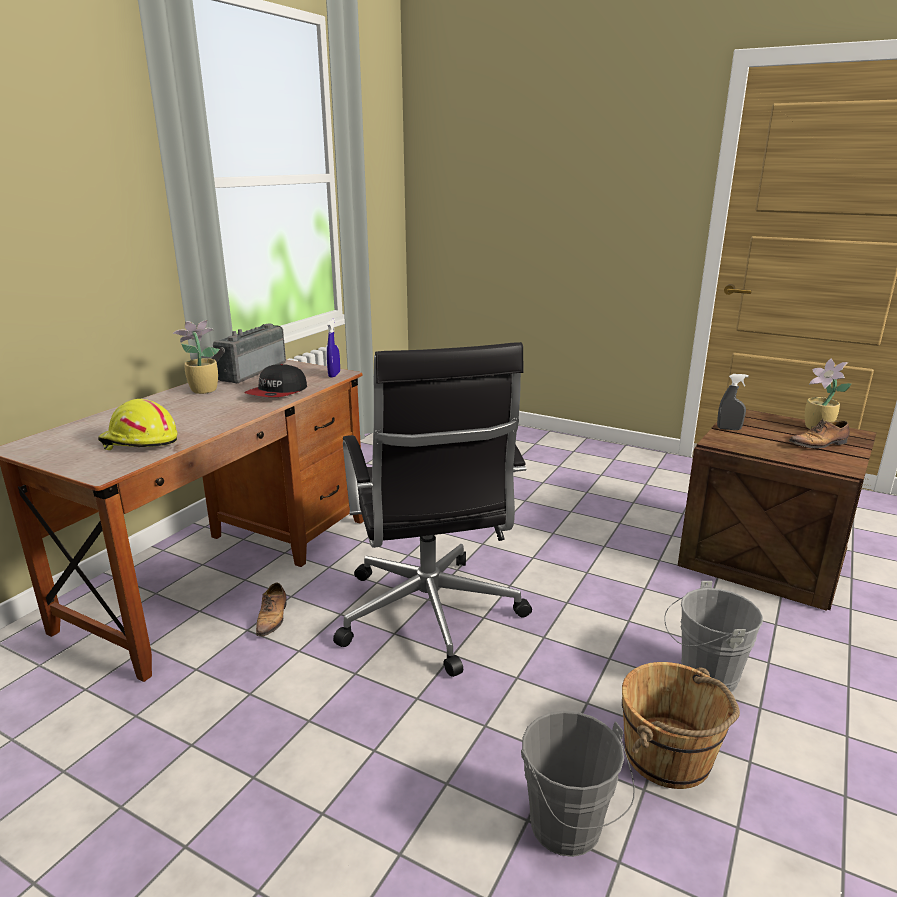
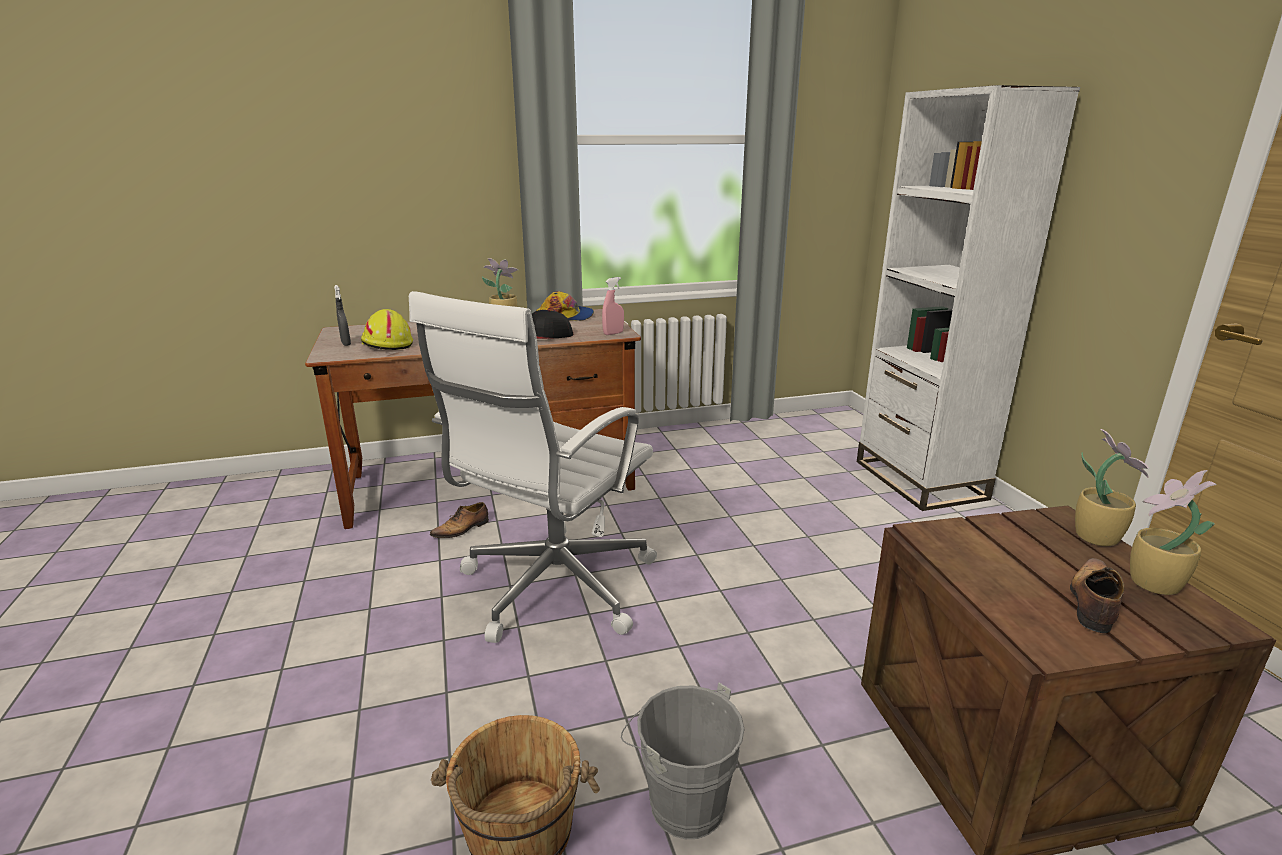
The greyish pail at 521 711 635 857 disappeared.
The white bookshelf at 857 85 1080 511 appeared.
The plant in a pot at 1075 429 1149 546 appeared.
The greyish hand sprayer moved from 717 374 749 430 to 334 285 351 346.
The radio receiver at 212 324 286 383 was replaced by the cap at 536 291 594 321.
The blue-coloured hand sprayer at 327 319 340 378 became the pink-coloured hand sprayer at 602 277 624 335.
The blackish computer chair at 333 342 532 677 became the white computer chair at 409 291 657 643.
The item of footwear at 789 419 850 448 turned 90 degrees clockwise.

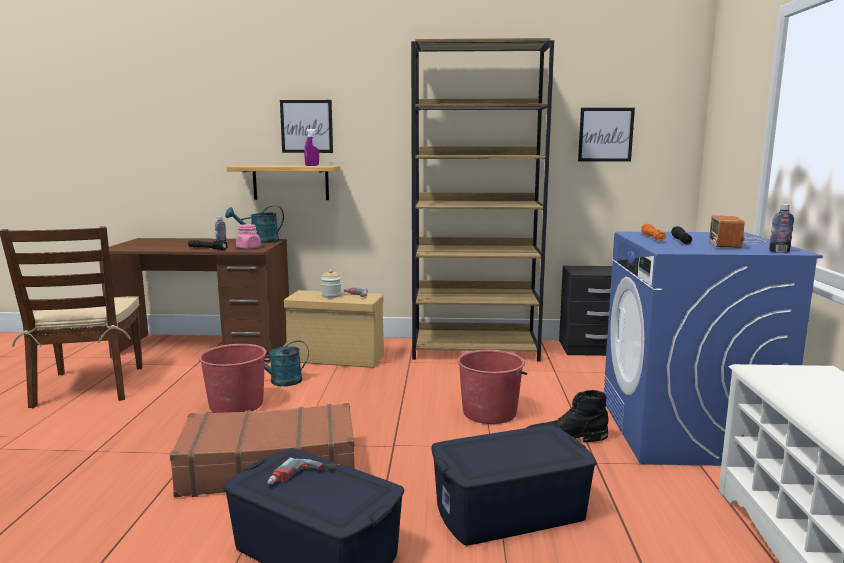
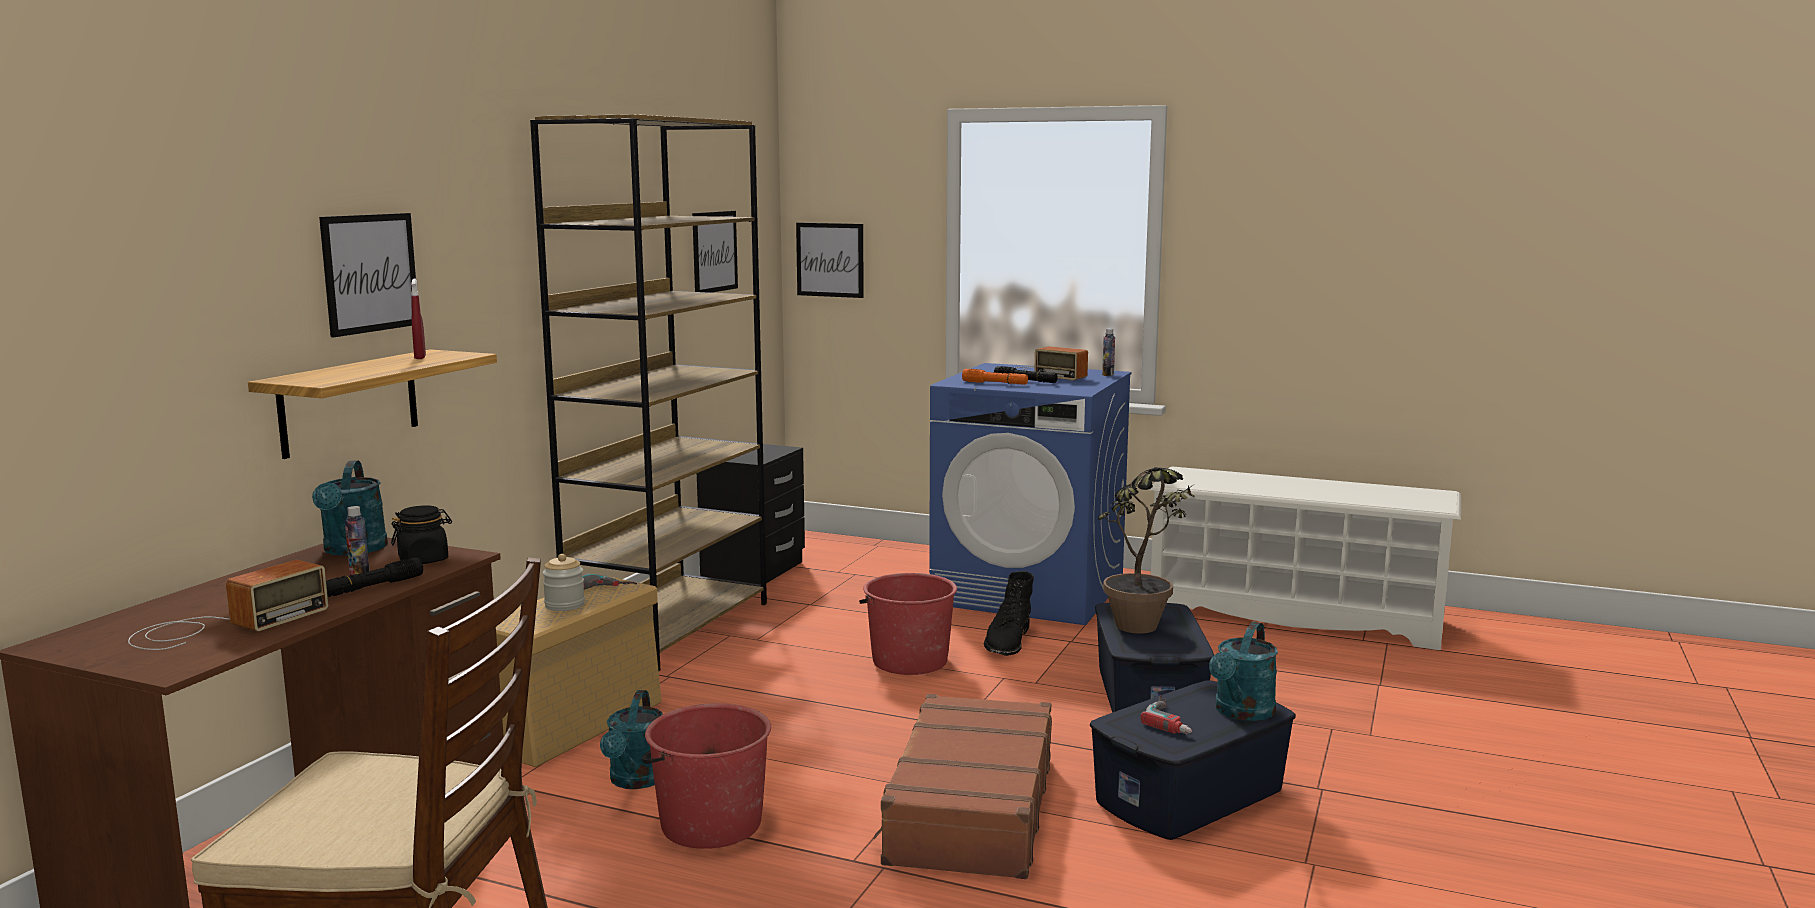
The radio receiver at 128 560 328 650 appeared.
The picture at 796 223 864 298 appeared.
The plant in a pot at 1098 467 1194 634 appeared.
The blue-green sprinkling can at 1209 622 1278 721 appeared.
The pink-coloured jar at 236 224 261 249 became the blackish jar at 391 505 452 564.
The purple-coloured hand sprayer at 304 129 319 166 became the reddish hand sprayer at 411 278 426 359.

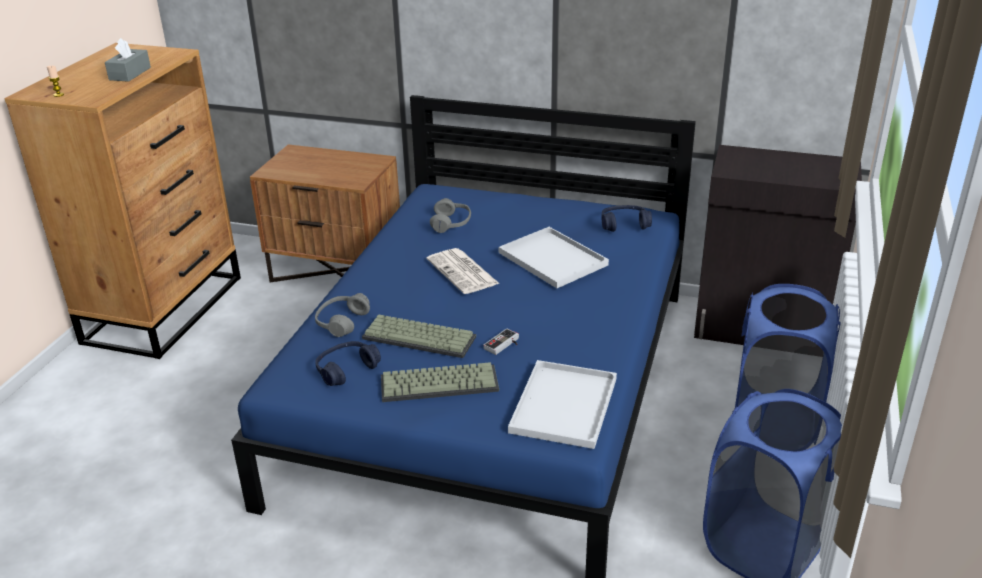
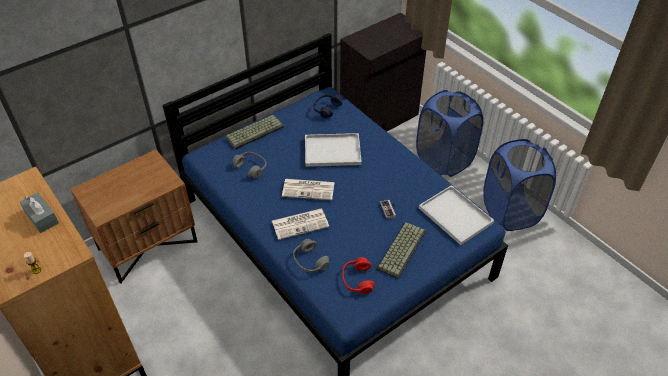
The printed paper at 272 209 329 240 appeared.
The keyboard moved from 362 315 476 358 to 225 115 284 149.
The blue-coloured headset at 315 341 381 386 became the reddish headset at 342 257 375 294.

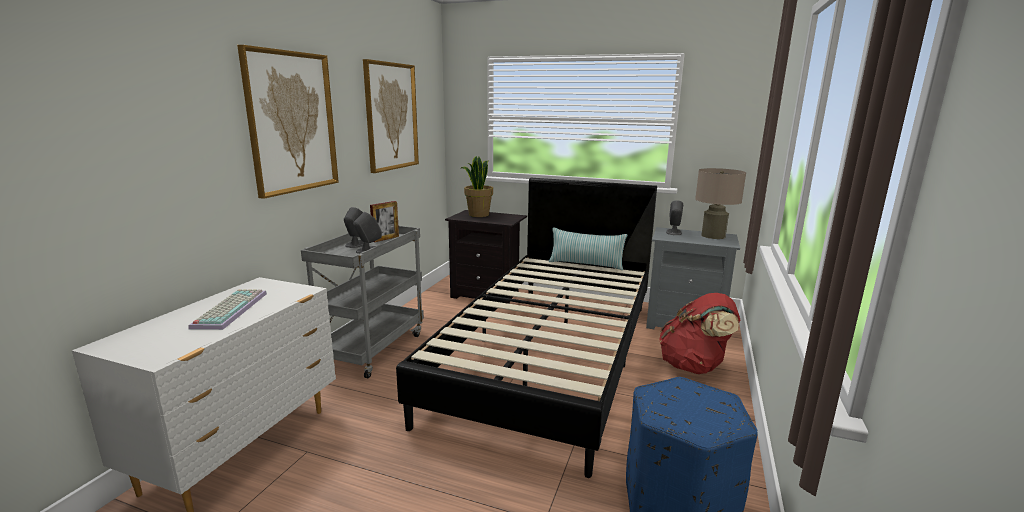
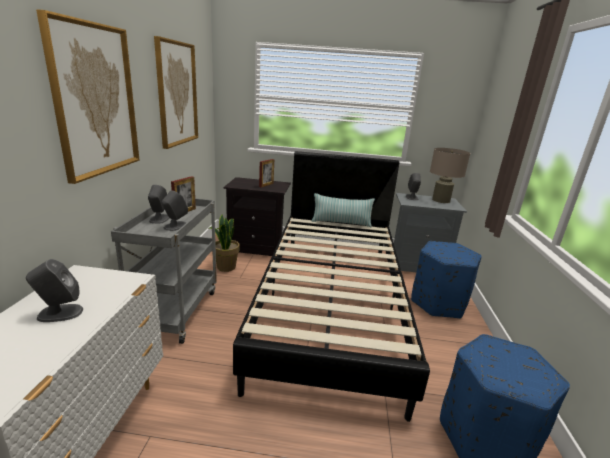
The standing frame at 259 159 274 188 appeared.
The plant in a pot moved from 460 156 493 217 to 208 214 240 272.
The keyboard at 188 289 267 330 was replaced by the greyish audio speaker at 26 259 83 322.
The reddish rucksack at 660 293 740 374 was replaced by the blue-coloured pouffe at 411 241 481 319.

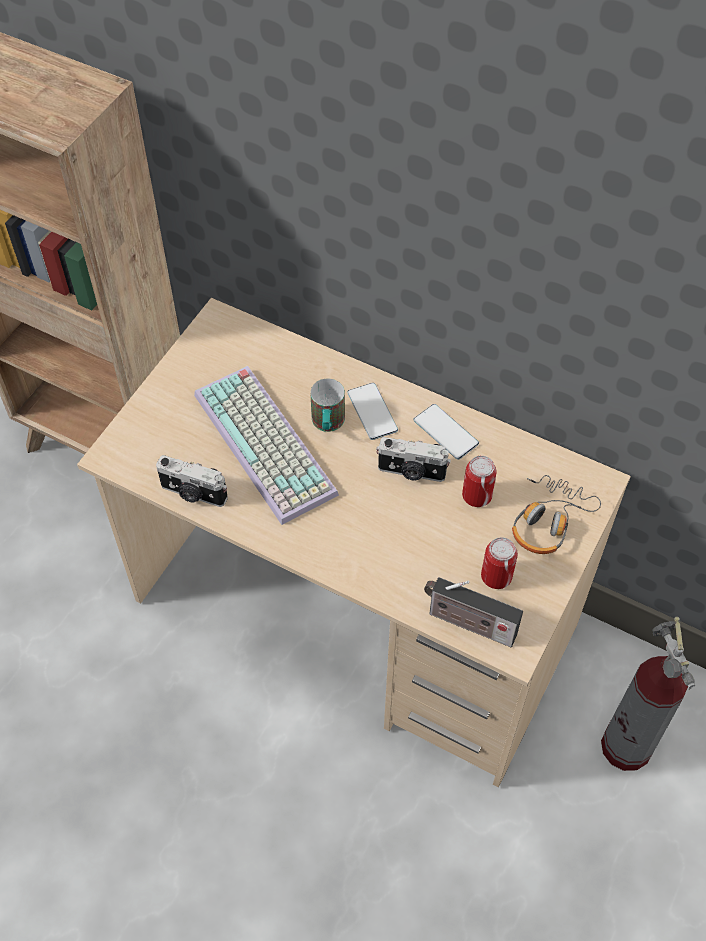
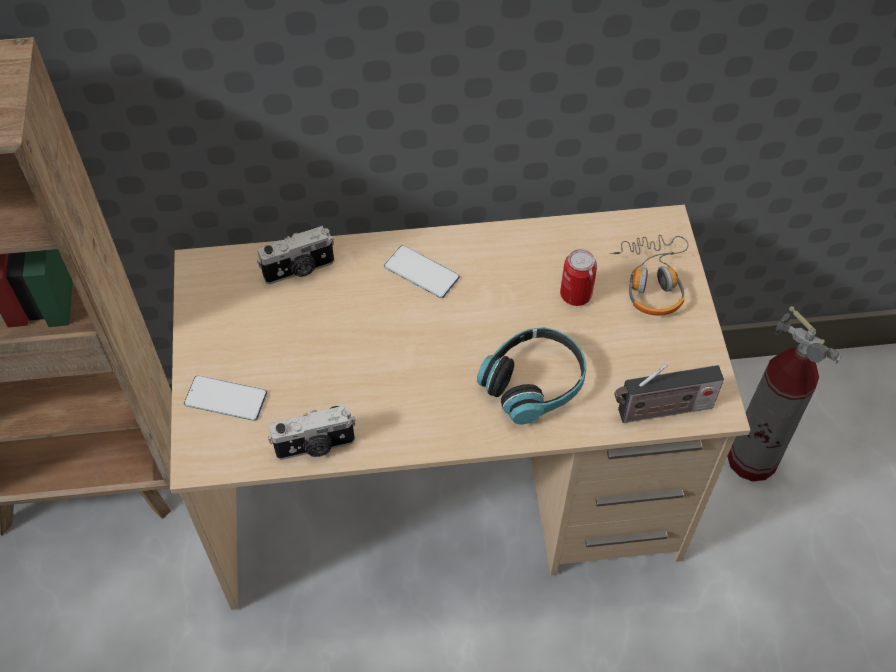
The keyboard at 194 366 339 525 disappeared.
The mug at 310 379 345 432 disappeared.
The can at 481 537 518 589 disappeared.
The headset at 477 327 586 425 appeared.
The photo camera moved from 376 437 451 482 to 257 226 334 284.
The telephone moved from 413 404 479 460 to 184 376 268 421.

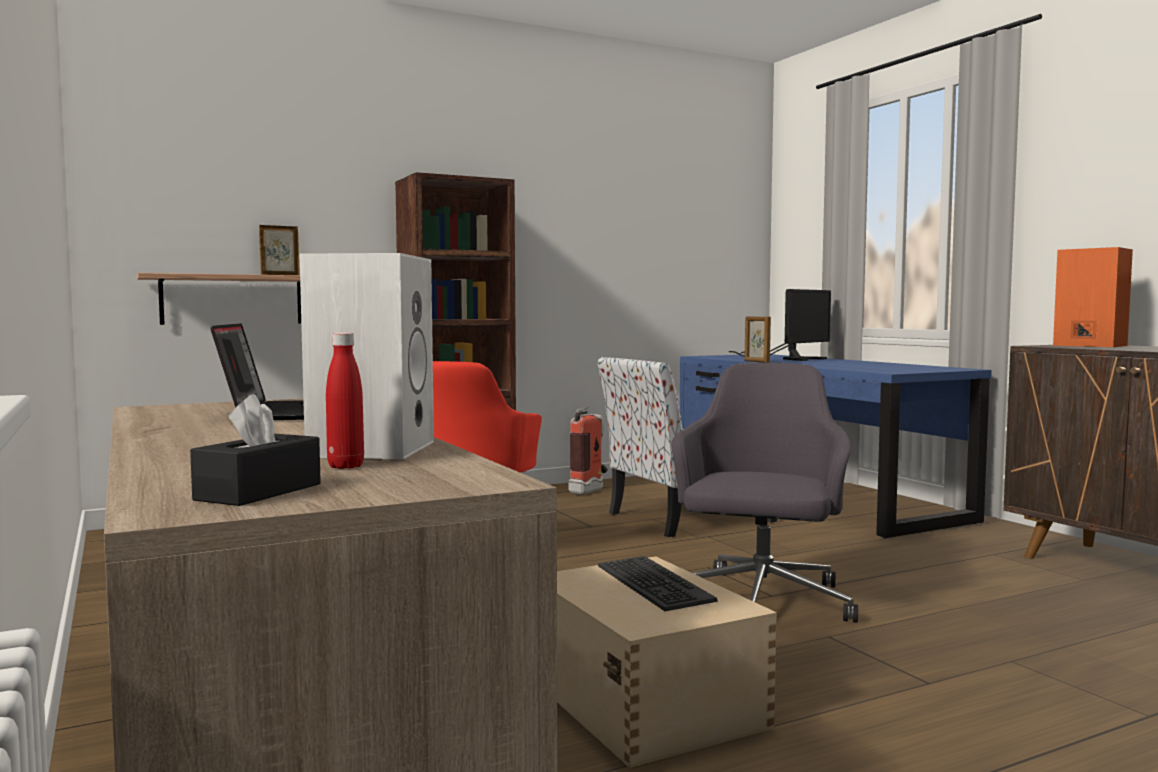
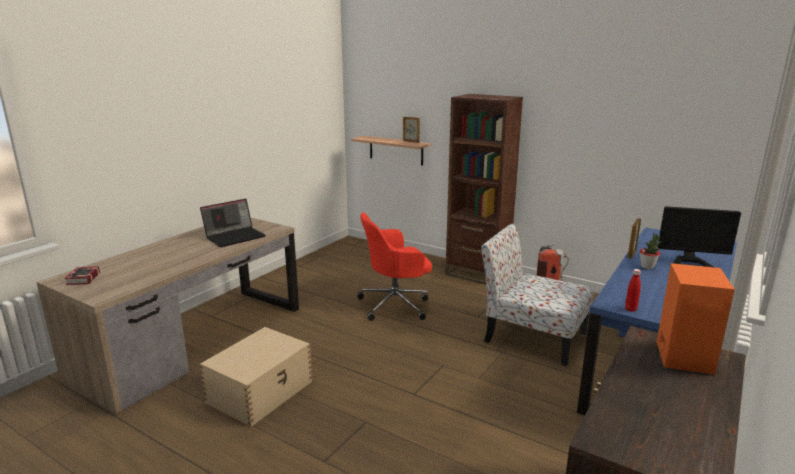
The white audio speaker at 299 253 434 459 disappeared.
The keyboard at 598 556 718 611 disappeared.
The greyish computer chair at 671 363 858 623 disappeared.
The plant in a pot at 640 233 661 269 appeared.
The reddish bottle moved from 326 332 364 469 to 625 269 641 312.
The blackish tissue box at 190 394 321 506 was replaced by the book at 64 266 100 285.

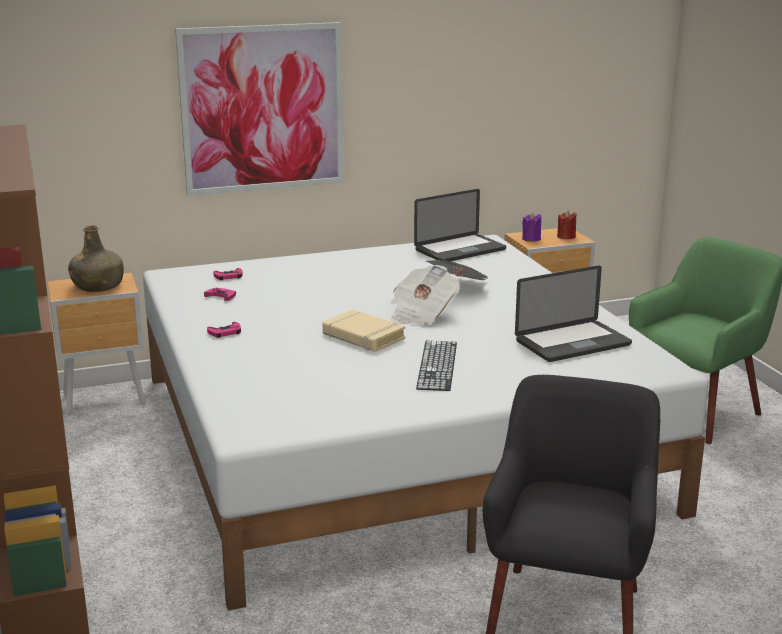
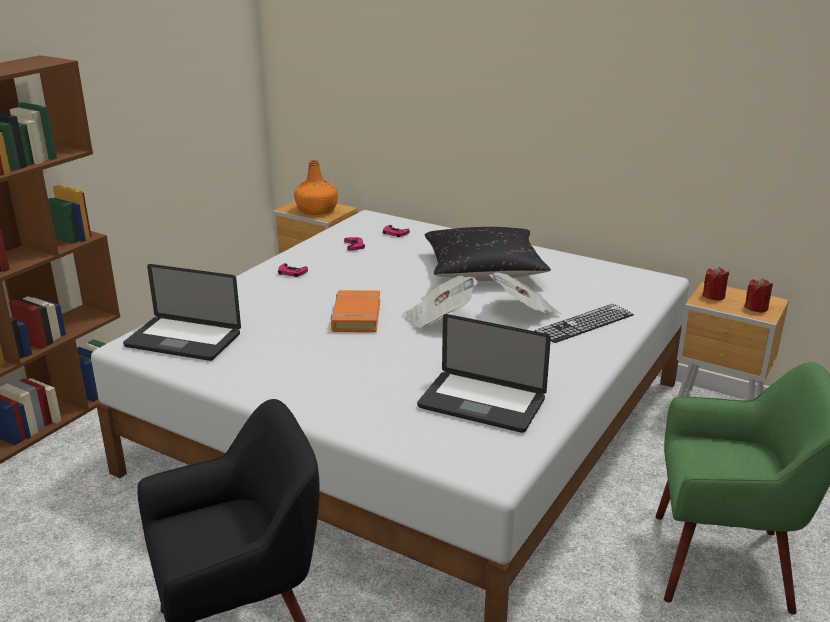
The picture at 175 22 344 196 disappeared.
The blackish pillow at 425 227 551 281 appeared.
The notebook computer moved from 414 189 506 261 to 123 264 241 361.
The keyboard moved from 416 340 457 391 to 534 304 634 343.
The green-coloured bottle at 68 225 124 292 became the orange bottle at 294 160 338 215.
The beige-coloured book at 322 309 405 352 became the orange book at 331 290 380 332.
The purple-coloured wax candle at 522 213 541 241 became the reddish wax candle at 702 267 729 301.

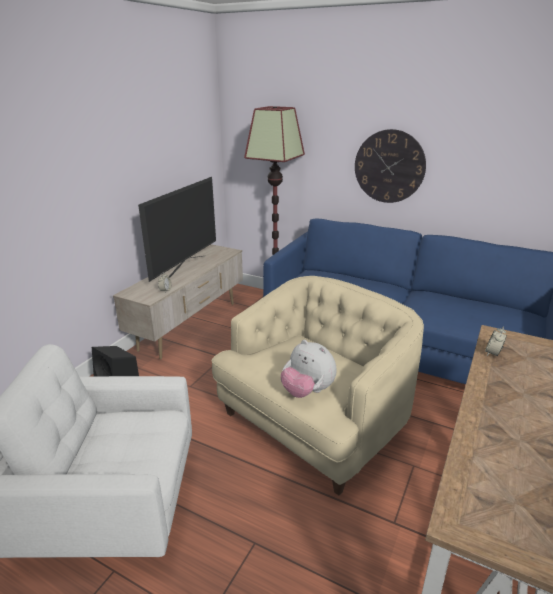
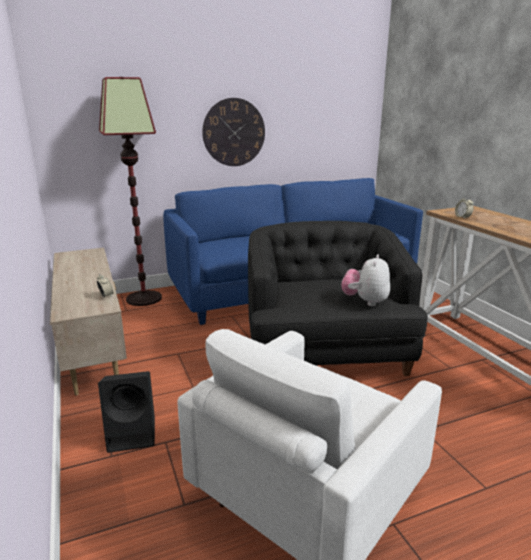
The television at 138 177 216 282 disappeared.
The beige-coloured lounge chair at 211 276 424 495 became the blackish lounge chair at 248 221 428 376.
The plush toy at 281 340 336 398 turned 120 degrees clockwise.

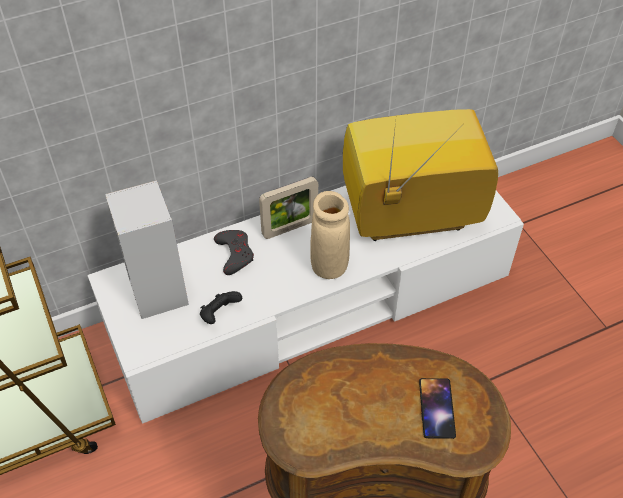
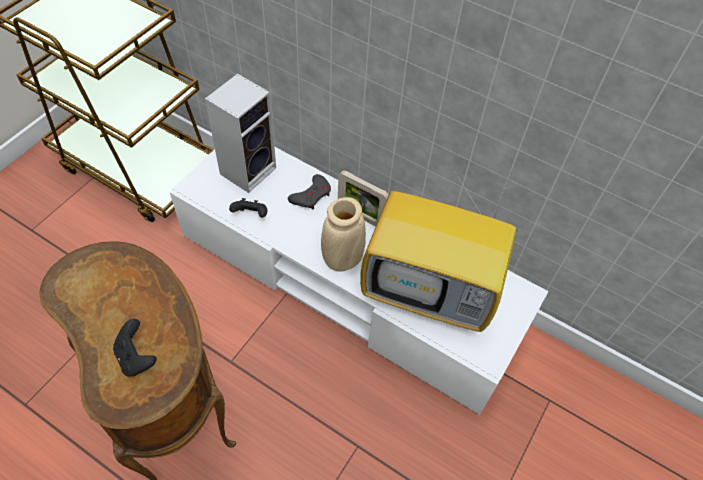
The telephone at 419 378 456 439 was replaced by the blackish gamepad at 113 319 157 377.
The television at 343 109 498 241 turned 150 degrees clockwise.

